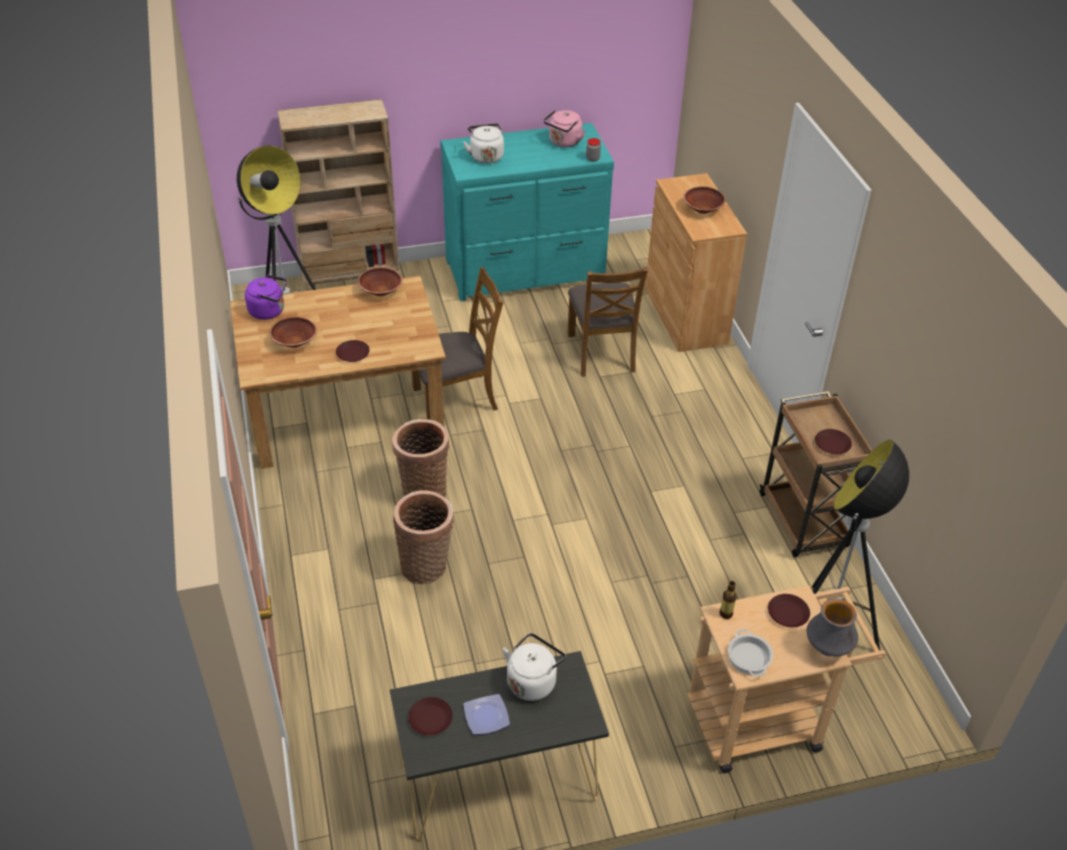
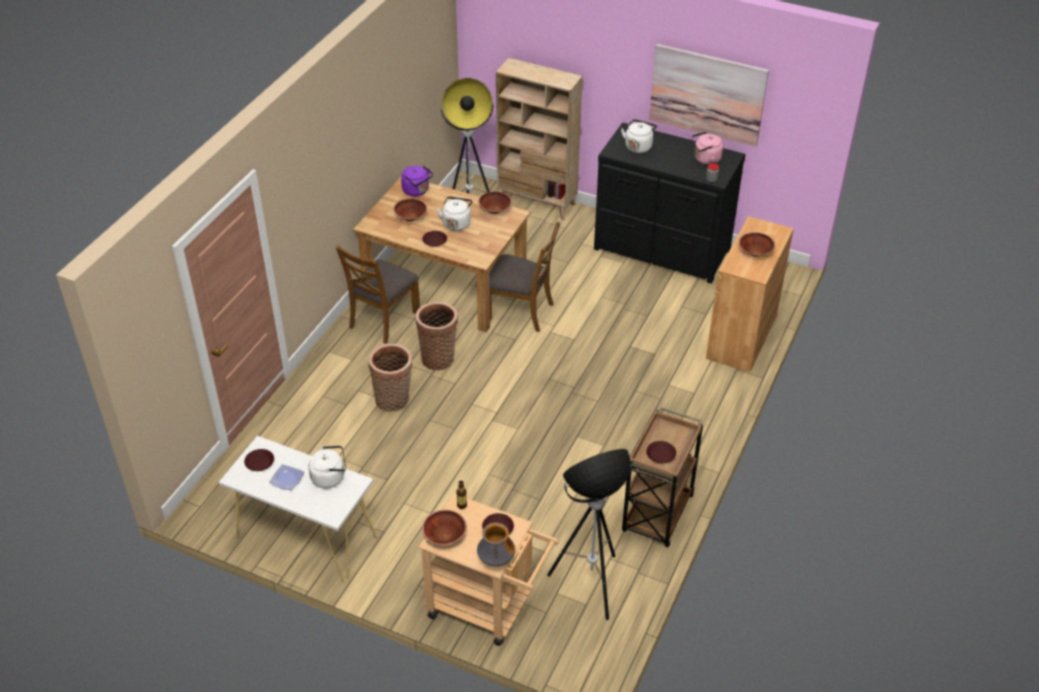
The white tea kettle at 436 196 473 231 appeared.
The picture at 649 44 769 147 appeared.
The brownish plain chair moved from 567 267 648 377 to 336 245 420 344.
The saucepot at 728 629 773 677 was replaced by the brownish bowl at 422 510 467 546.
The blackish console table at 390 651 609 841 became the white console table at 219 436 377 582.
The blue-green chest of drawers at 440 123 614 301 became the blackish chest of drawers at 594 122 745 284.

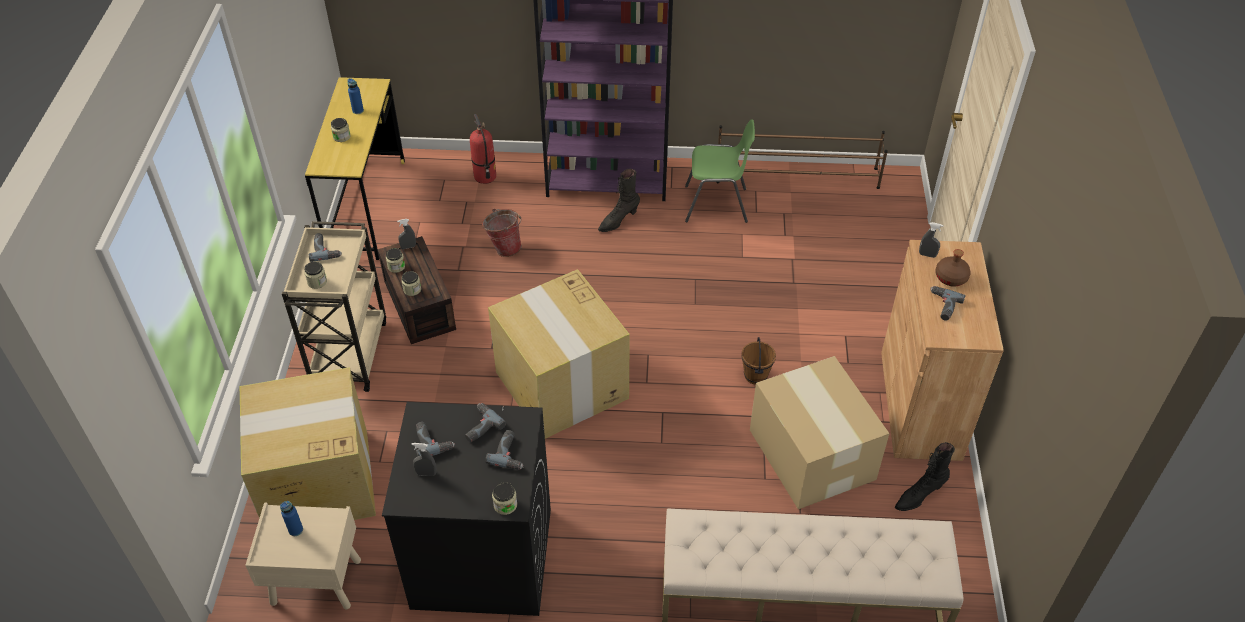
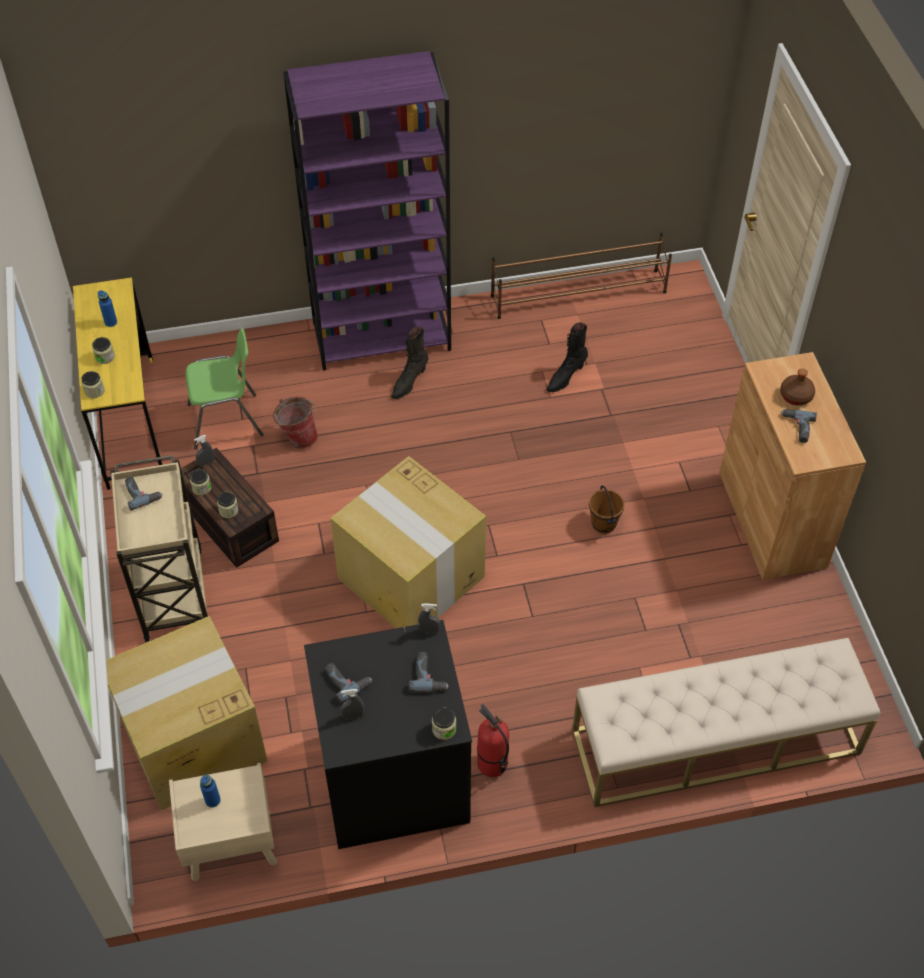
The electric drill at 465 403 506 442 disappeared.
The carton at 750 356 889 509 disappeared.
The jar moved from 304 262 327 289 to 81 371 105 398.
The fire-fighting cylinder moved from 470 114 496 184 to 477 704 509 777.
The green-coloured plain chair moved from 685 119 755 223 to 185 329 264 450.
The blackish high-top boot moved from 895 442 955 511 to 547 323 588 392.
The greyish hand sprayer moved from 919 222 943 258 to 418 603 440 634.

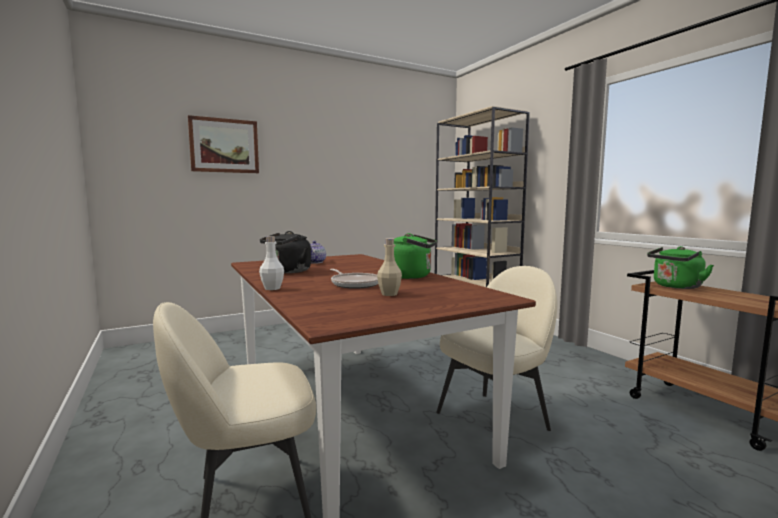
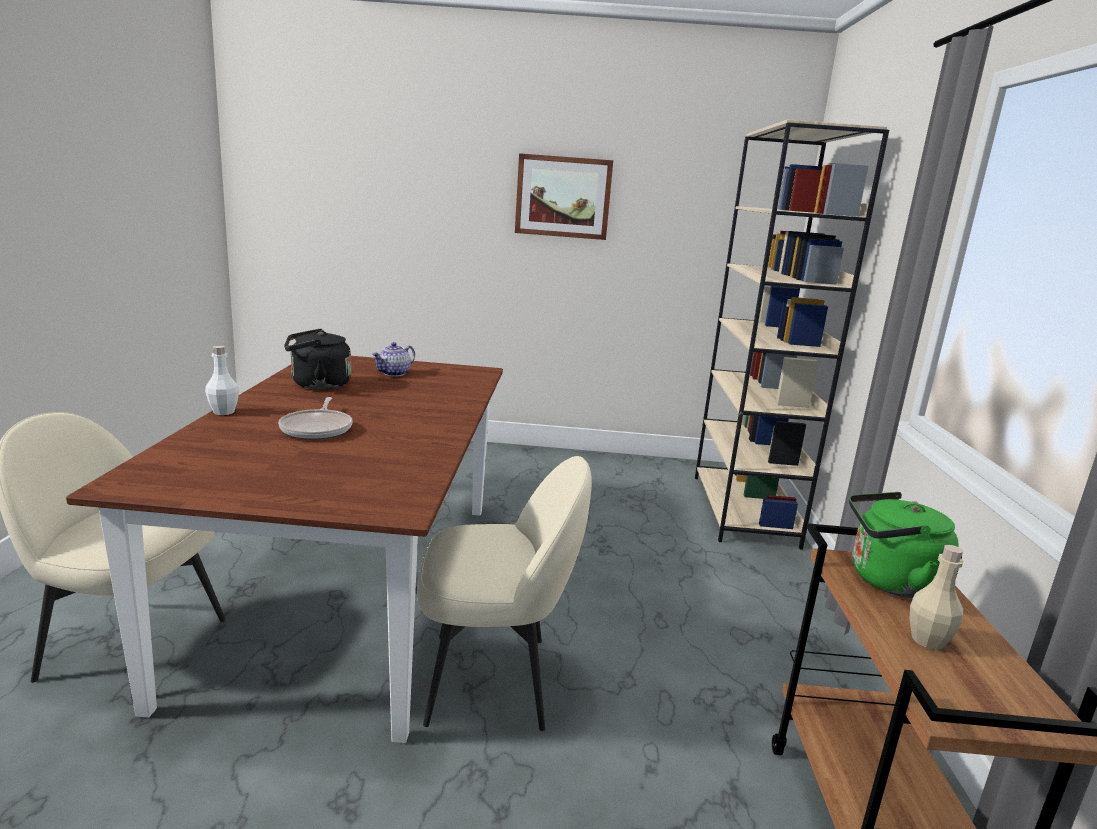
The green-coloured tea kettle at 394 233 437 279 disappeared.
The picture moved from 188 115 259 173 to 515 153 613 240.
The beige-coloured bottle moved from 377 238 402 296 to 909 545 963 650.

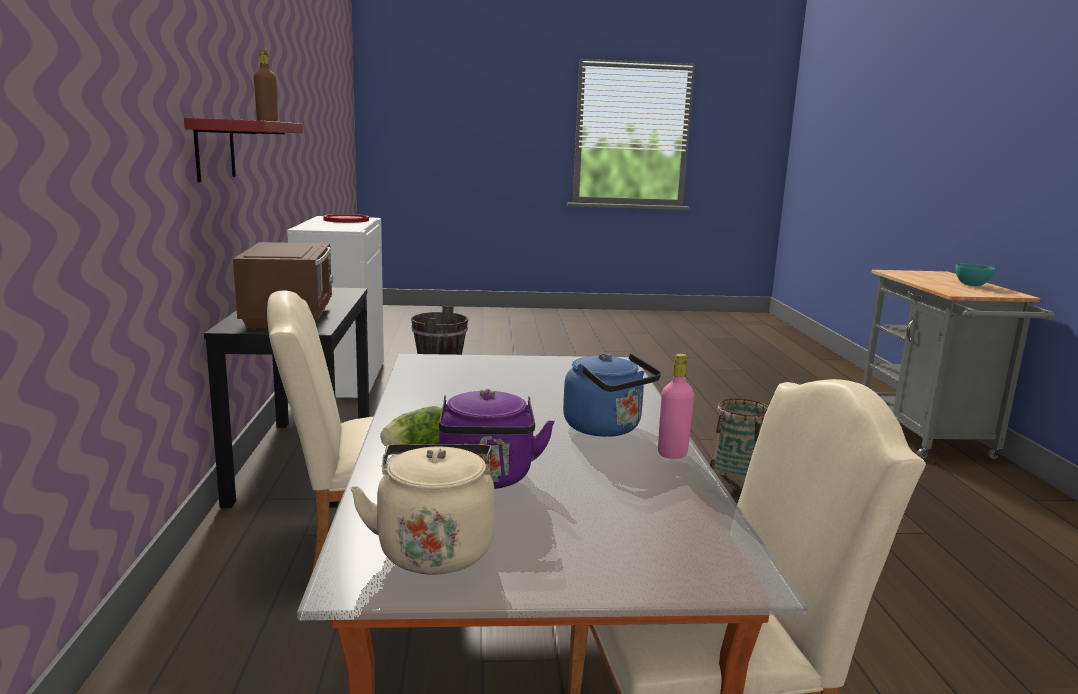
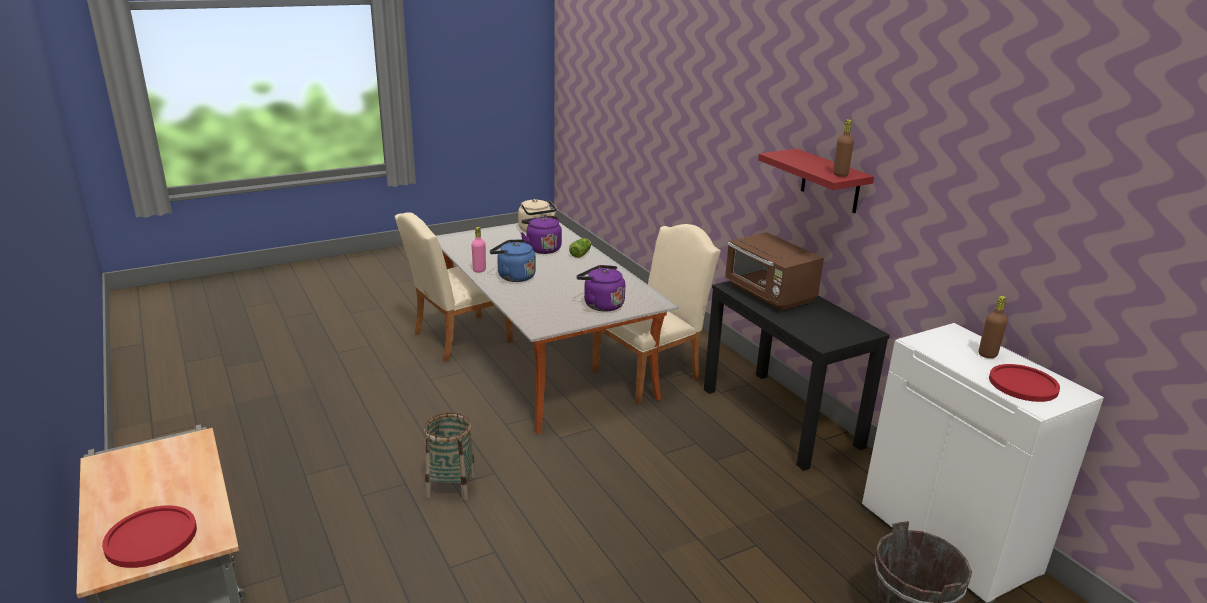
The blue-green bowl at 956 264 995 286 disappeared.
The reddish flat dish at 102 505 197 568 appeared.
The purple-coloured tea kettle at 577 265 625 312 appeared.
The brownish bottle at 979 296 1007 358 appeared.

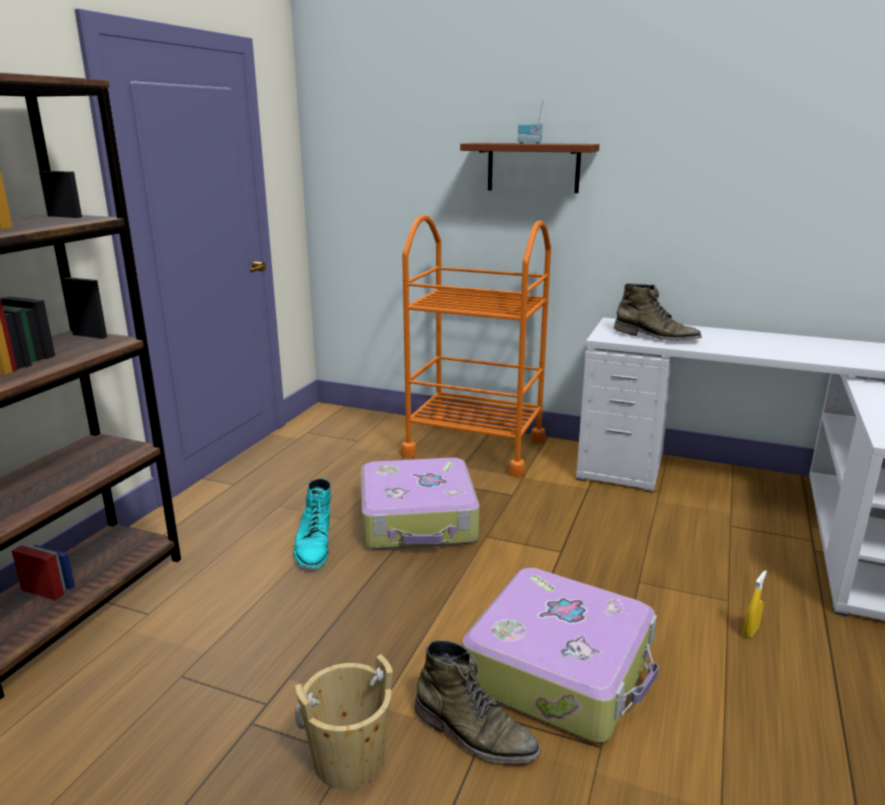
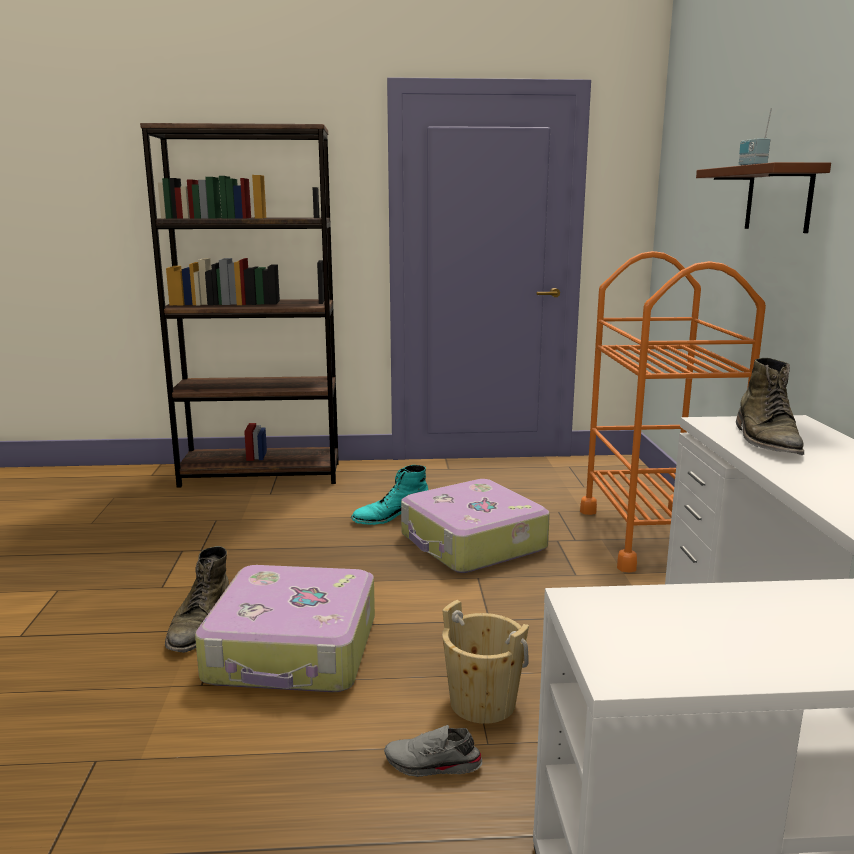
The beige-coloured pail moved from 295 654 393 789 to 442 600 529 724.
The yellow-coloured hand sprayer at 743 570 767 638 was replaced by the greyish item of footwear at 384 725 482 777.

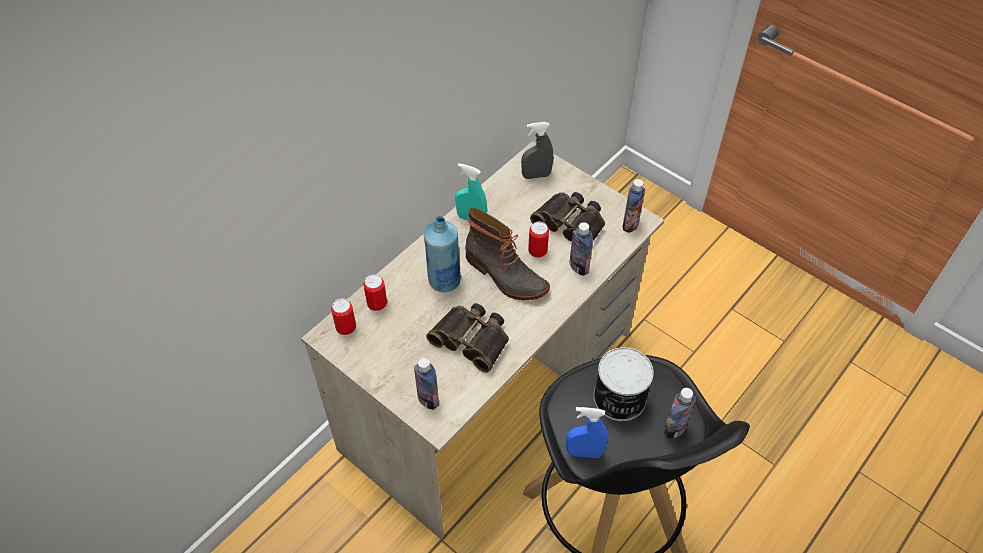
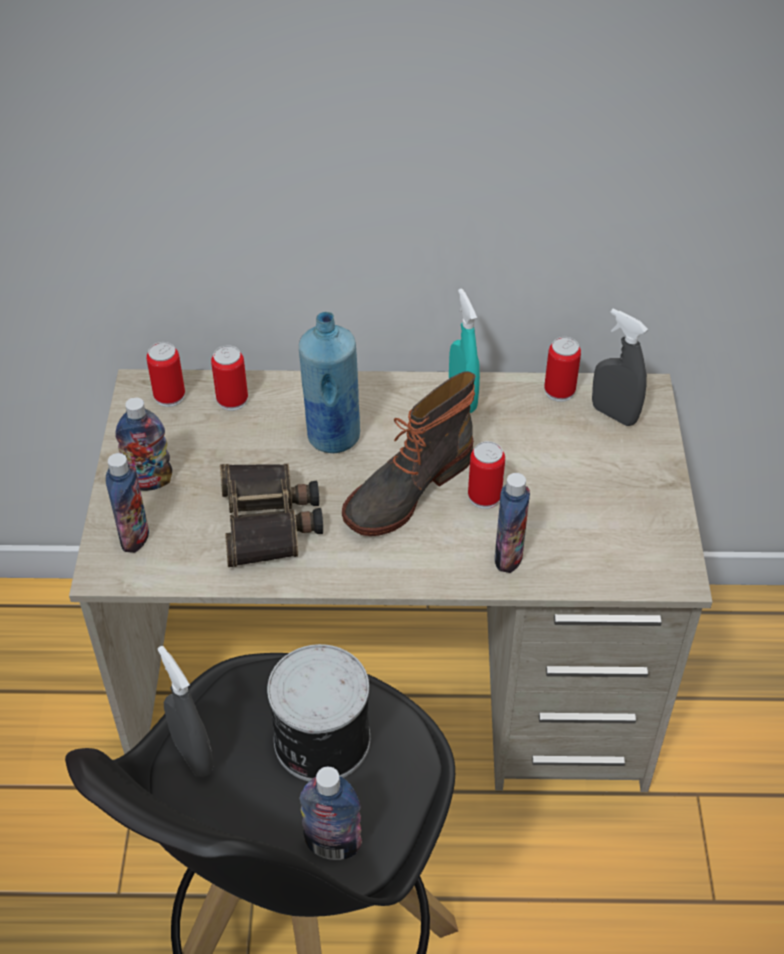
The pair of binoculars at 530 192 605 241 disappeared.
The can at 544 337 581 402 appeared.
The bottle moved from 623 179 645 233 to 115 397 172 491.
The blue-coloured hand sprayer at 566 407 608 458 became the greyish hand sprayer at 158 646 214 777.
The high-top boot at 465 208 550 300 turned 45 degrees clockwise.

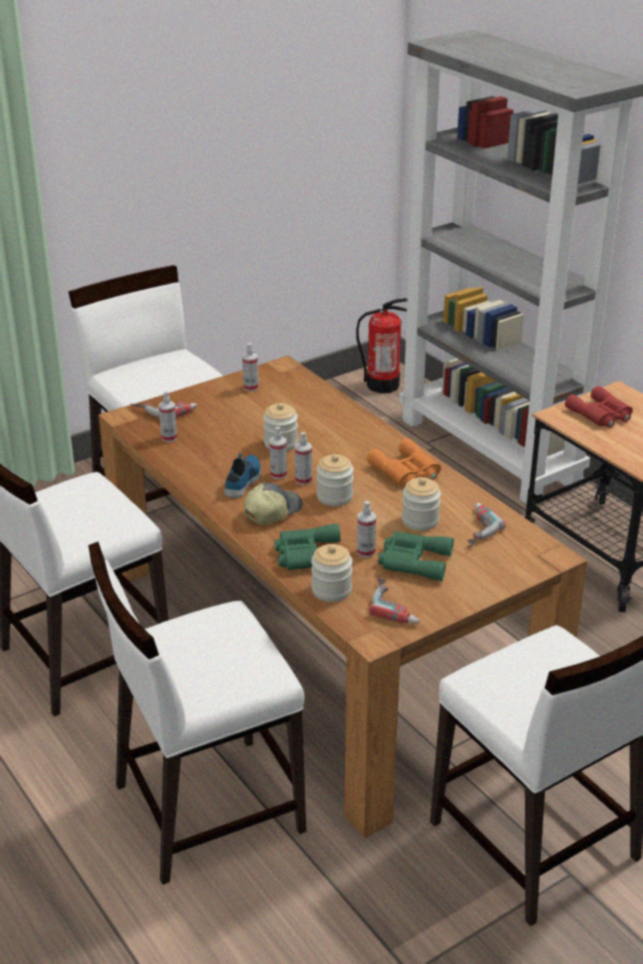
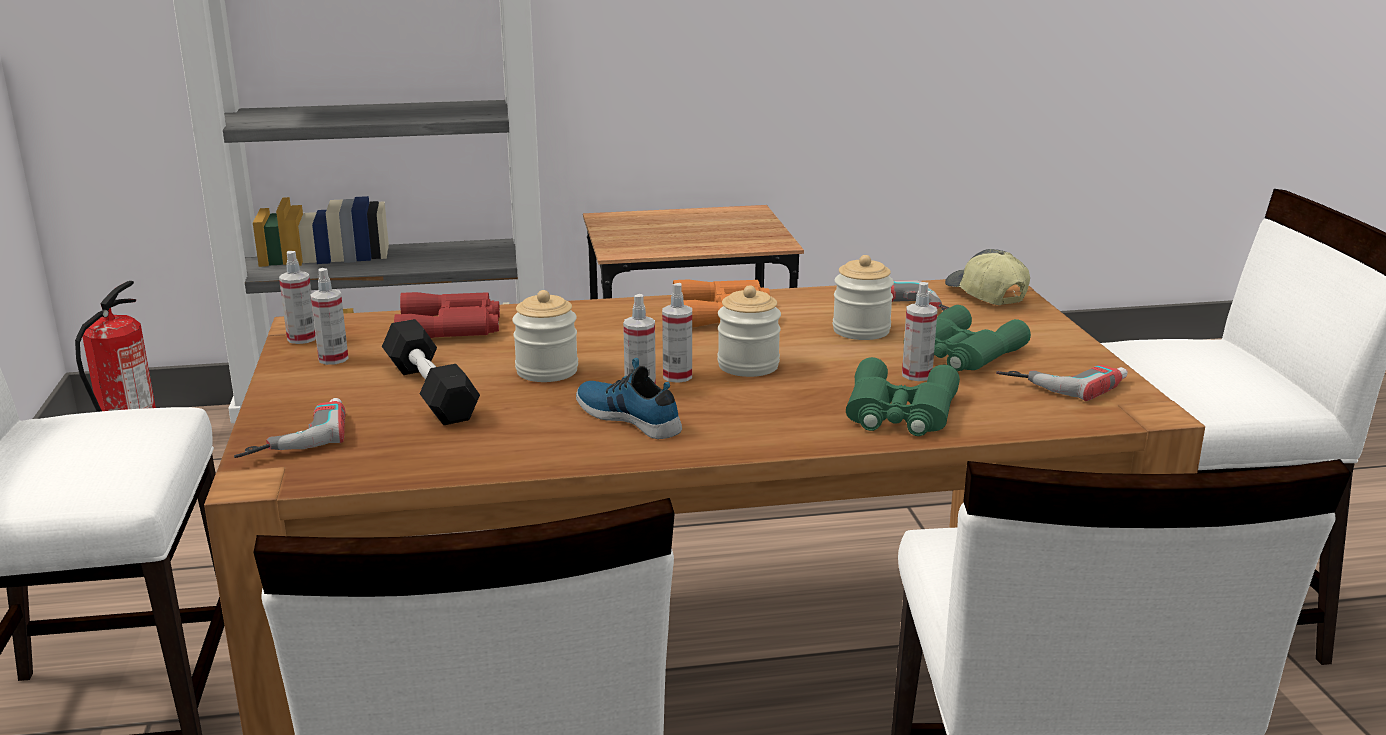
The jar at 311 544 352 602 disappeared.
The blackish dumbbell at 382 319 480 425 appeared.
The hand sprayer moved from 159 391 177 442 to 279 251 316 344.
The cap moved from 244 483 303 525 to 945 249 1030 305.
The reddish pair of binoculars moved from 565 386 633 428 to 394 292 500 338.

